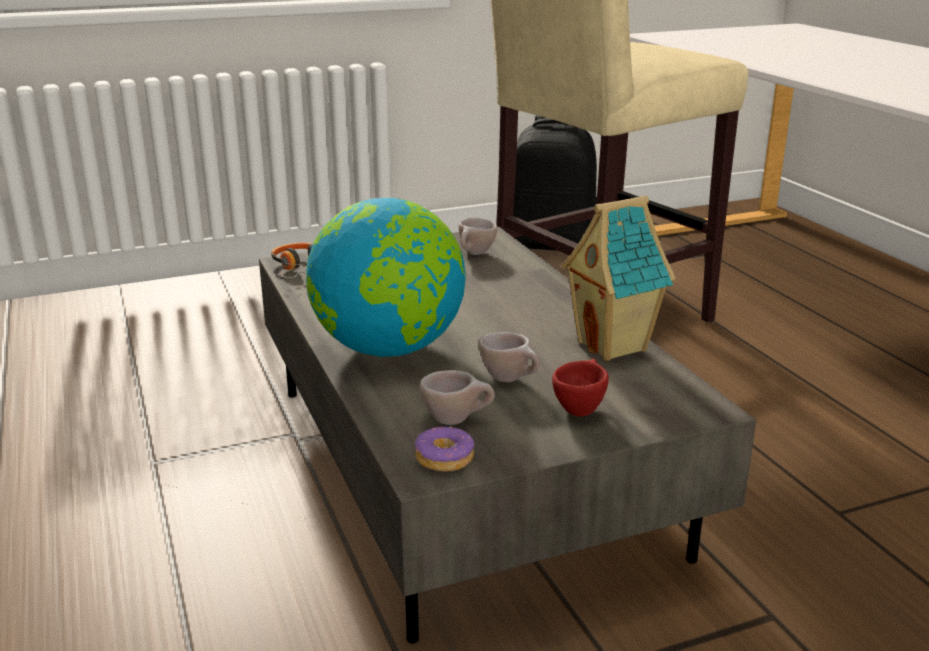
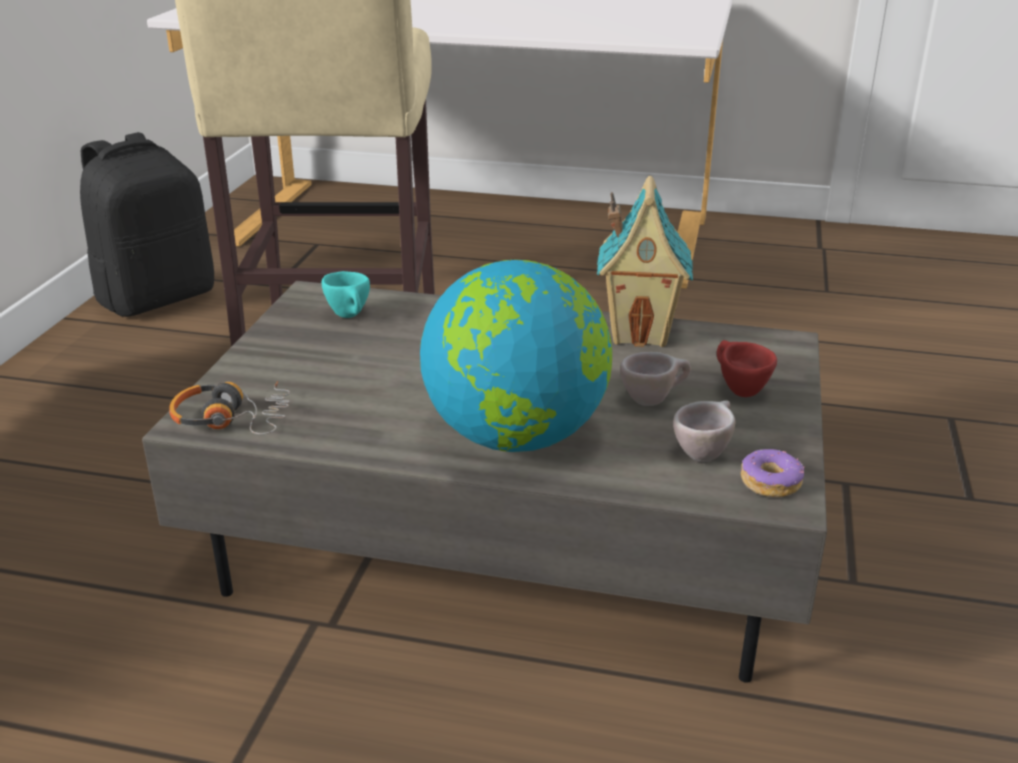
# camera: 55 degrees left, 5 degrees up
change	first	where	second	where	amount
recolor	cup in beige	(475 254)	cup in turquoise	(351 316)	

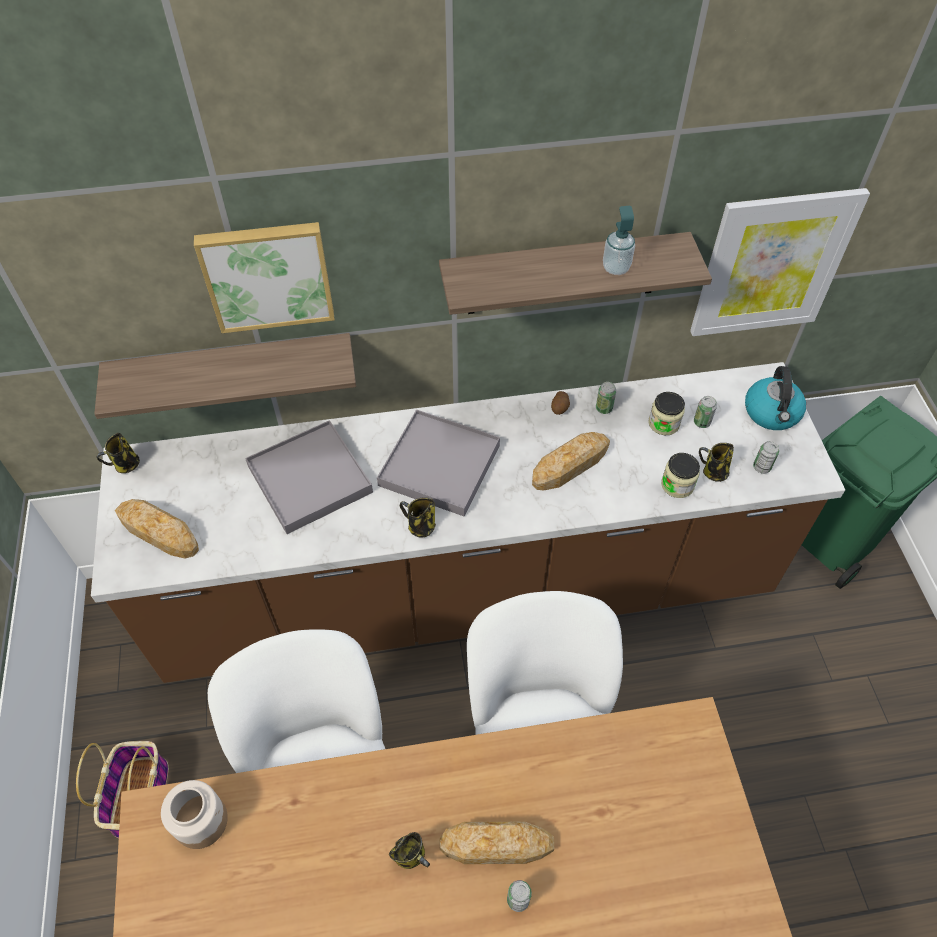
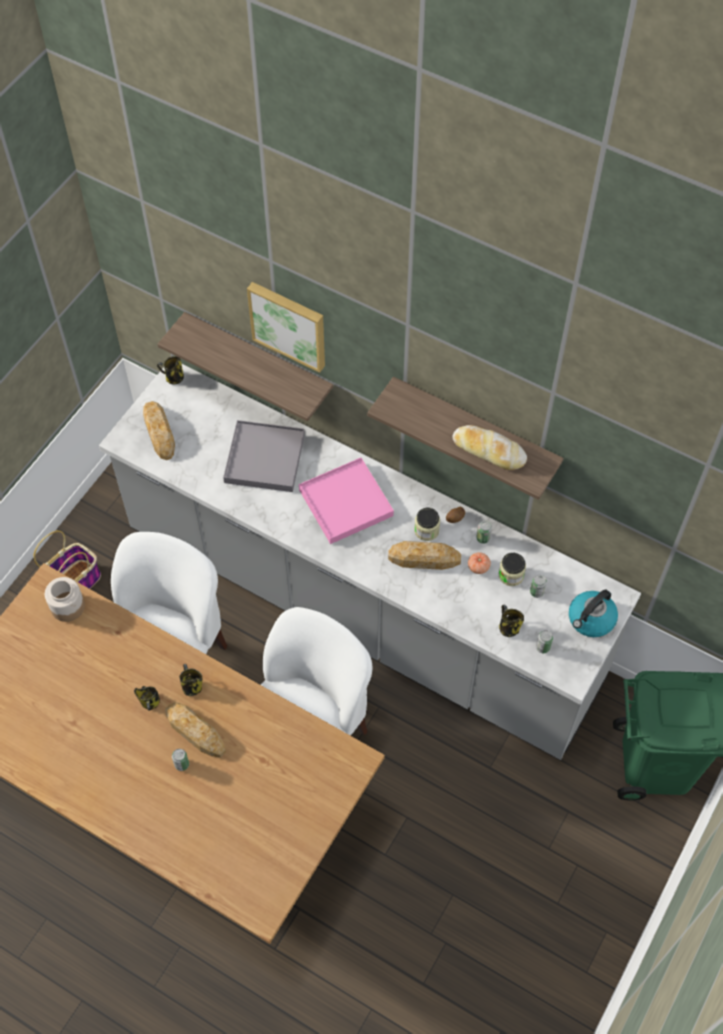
# camera: 40 degrees right, 5 degrees up
change	first	where	second	where	amount
delete	picture	(772 264)			
insert			tomato	(478 567)	
move	mug	(420 527)		(191 686)	
move	jar	(677 485)		(426 530)	
replace	soap dispenser	(616 268)	bread	(489 451)	
recolor	counter in brown	(468 592)	counter in grey	(361 608)	
recolor	tray in grey	(440 465)	tray in pink	(346 503)	

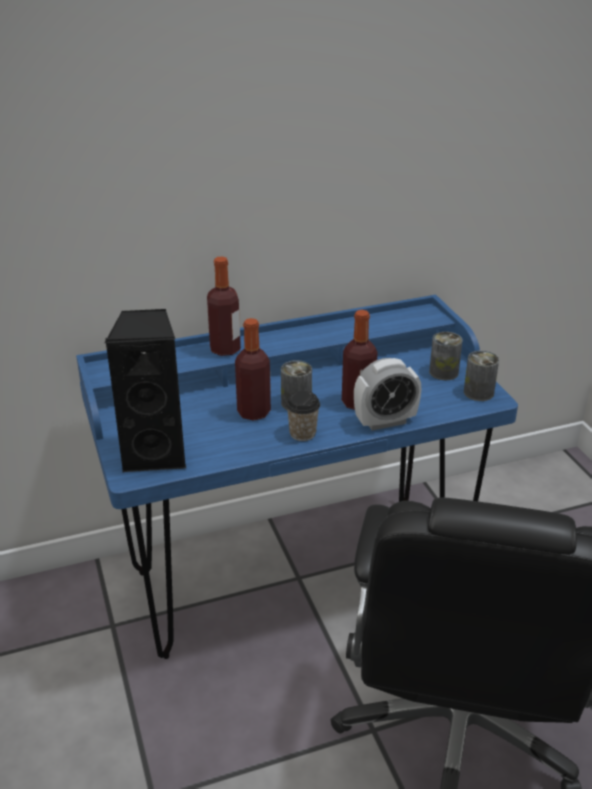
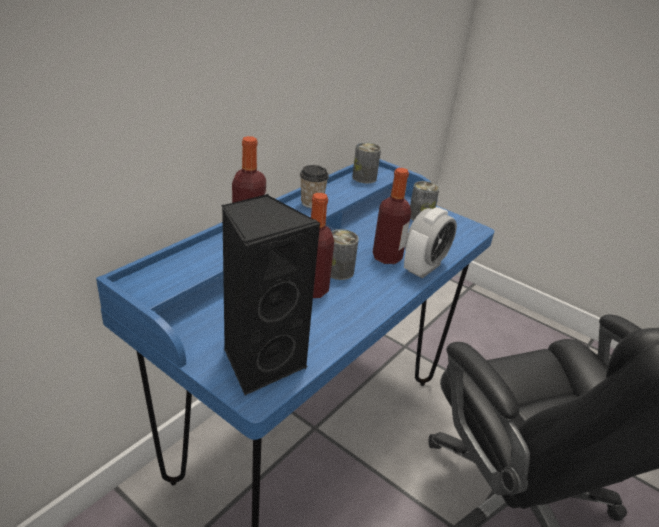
# camera: 35 degrees left, 0 degrees up
change	first	where	second	where	amount
move	cup	(302 433)		(312 203)	
move	can	(478 392)		(364 178)	

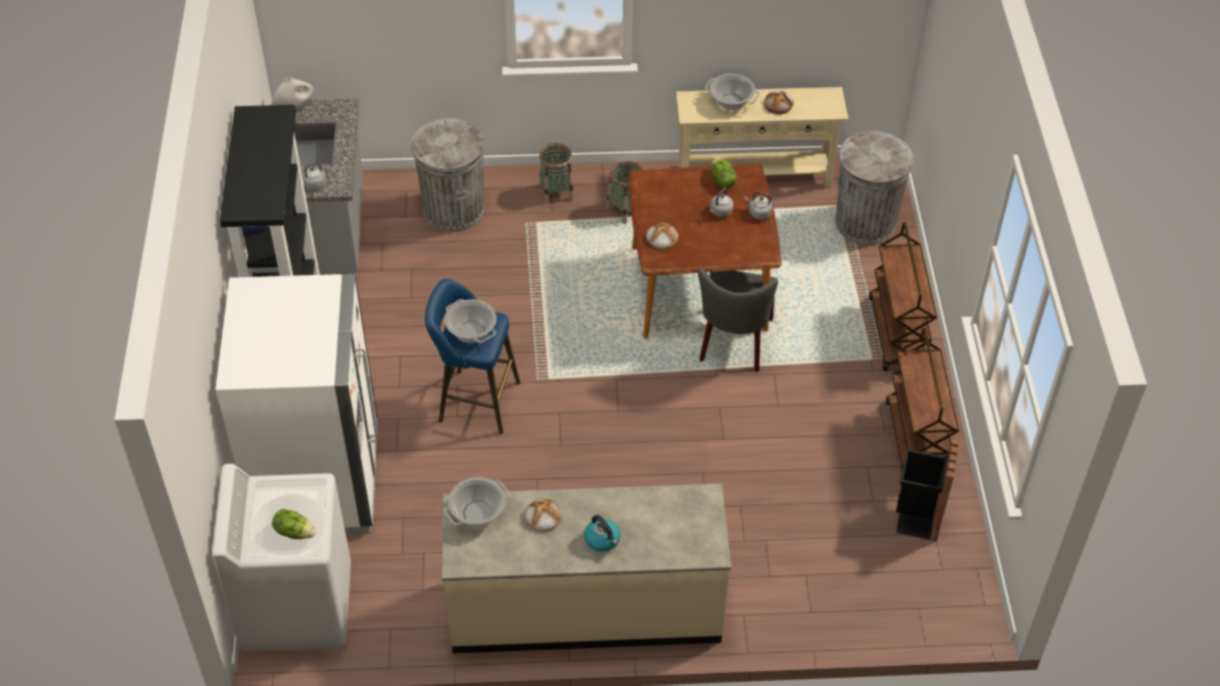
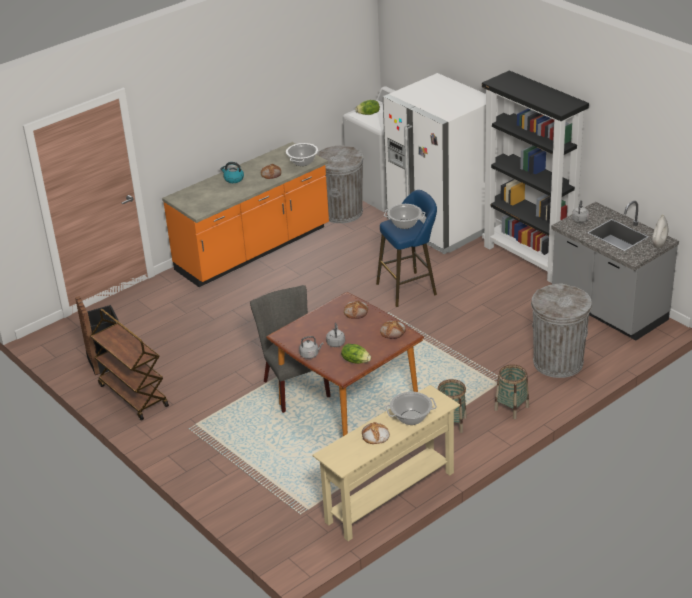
# camera: 145 degrees right, 15 degrees down
change	first	where	second	where	amount
delete	cart in brown	(897 334)			
insert			bread	(393 331)	
move	trash can in grey	(865 223)		(342 212)	
recolor	counter in beige	(585 607)	counter in orange	(254 250)	

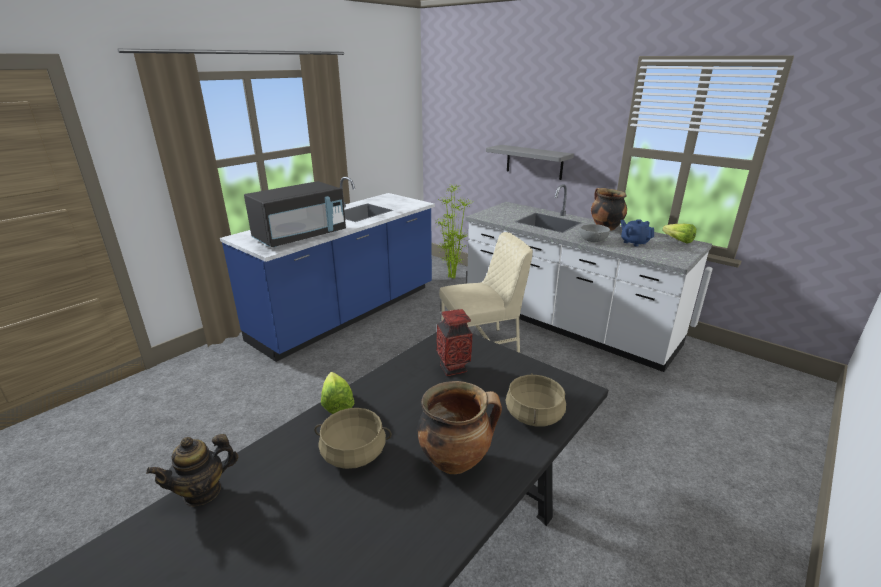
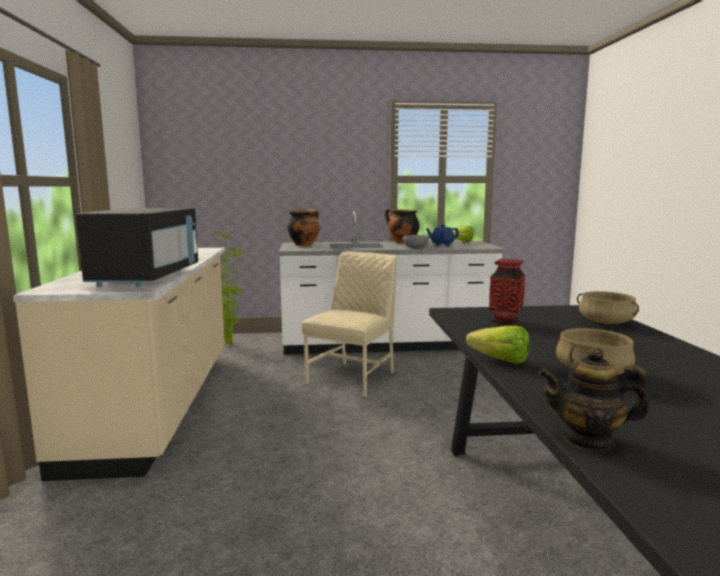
# camera: 45 degrees left, 15 degrees down
change	first	where	second	where	amount
delete	shelf in grey	(534 162)			
move	cooking pot	(456 460)		(304 245)	
recolor	counter in blue	(347 313)	counter in beige	(160 403)	
rotate	teapot	(202 491)		(588 439)	90 degrees clockwise

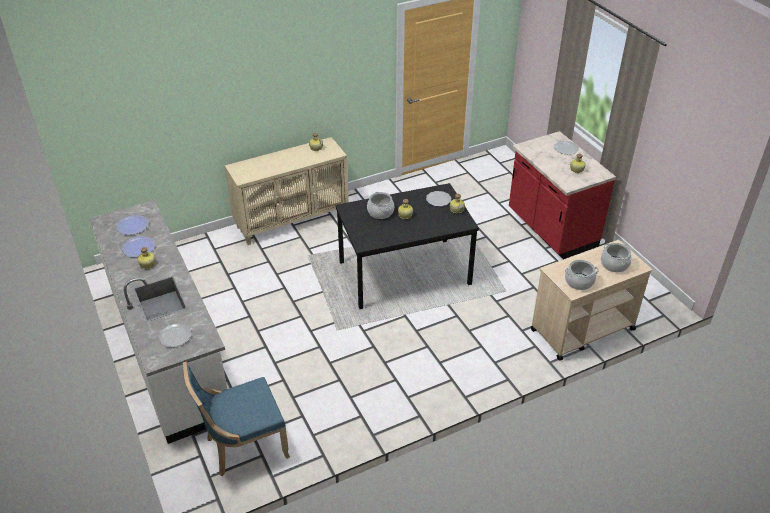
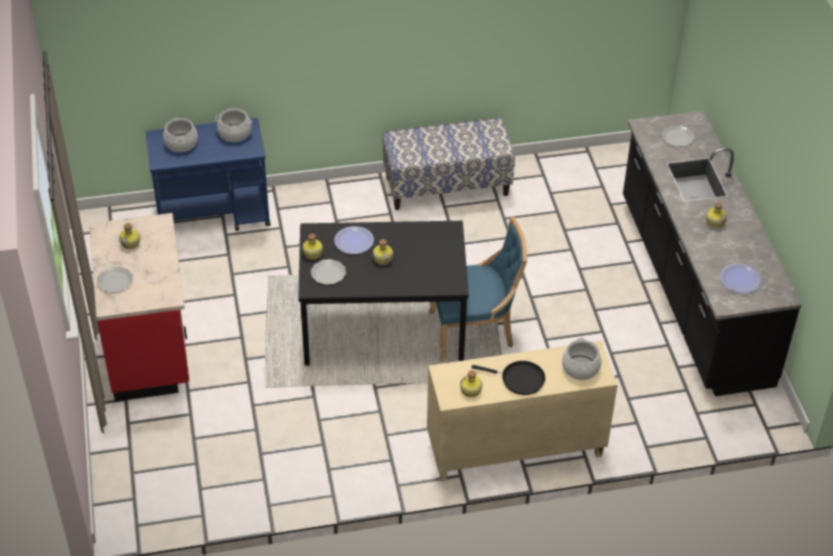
# camera: 165 degrees left, 5 degrees up
change	first	where	second	where	amount
insert			bench	(447 185)	
insert			frying pan in black	(519 379)	
move	plate	(138 247)		(354 241)	
move	chair in blue	(243 446)		(474 331)	
move	cooking pot	(380 212)		(581 368)	
recolor	counter in white	(169 348)	counter in black	(692 290)	
recolor	cart in beige	(581 329)	cart in blue	(214 214)	

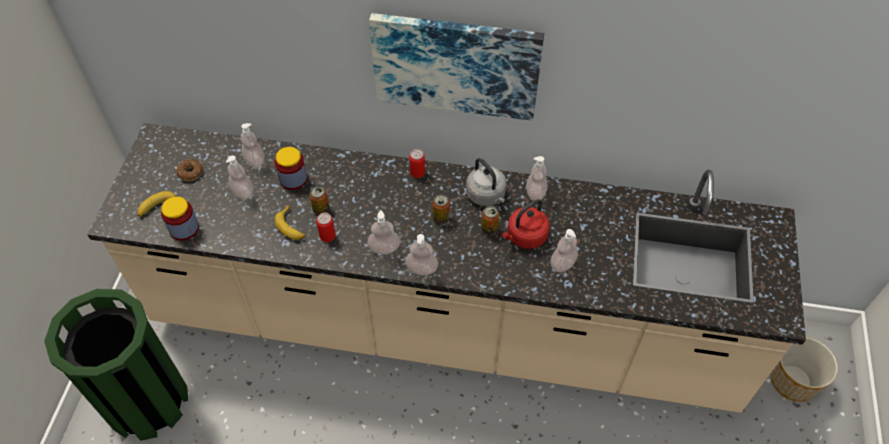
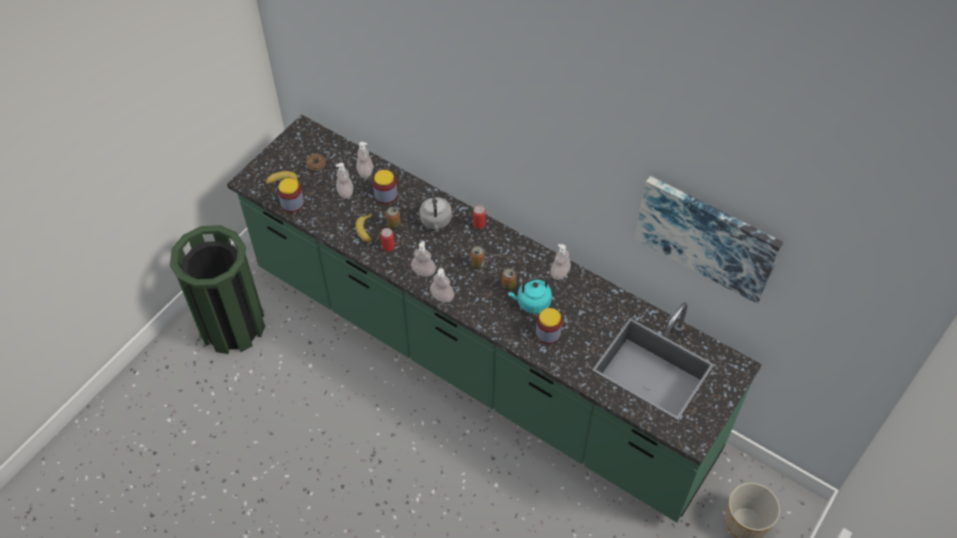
# camera: 25 degrees right, 0 degrees up
change	first	where	second	where	amount
move	picture	(456 64)		(707 237)	
move	kettle in grey	(487 196)		(436 221)	
replace	soap dispenser	(562 264)	jar	(548 333)	
recolor	counter in beige	(444 327)	counter in green	(478 360)	
recolor	kettle in red	(525 237)	kettle in turquoise	(531 303)	

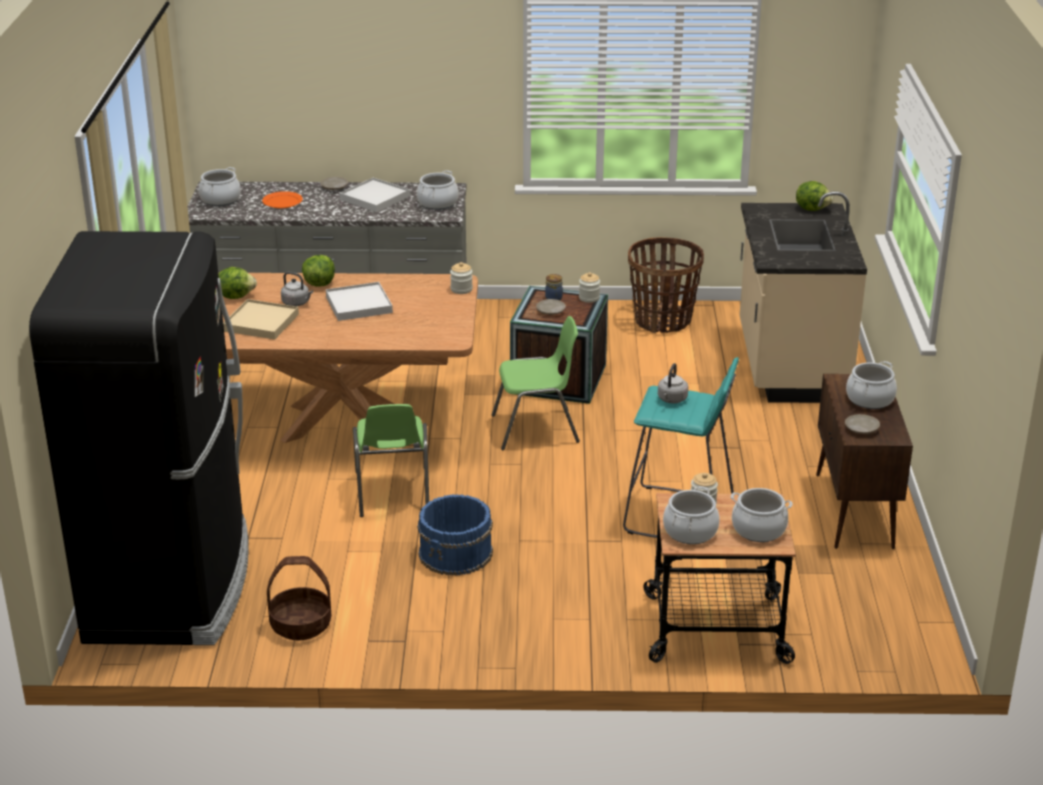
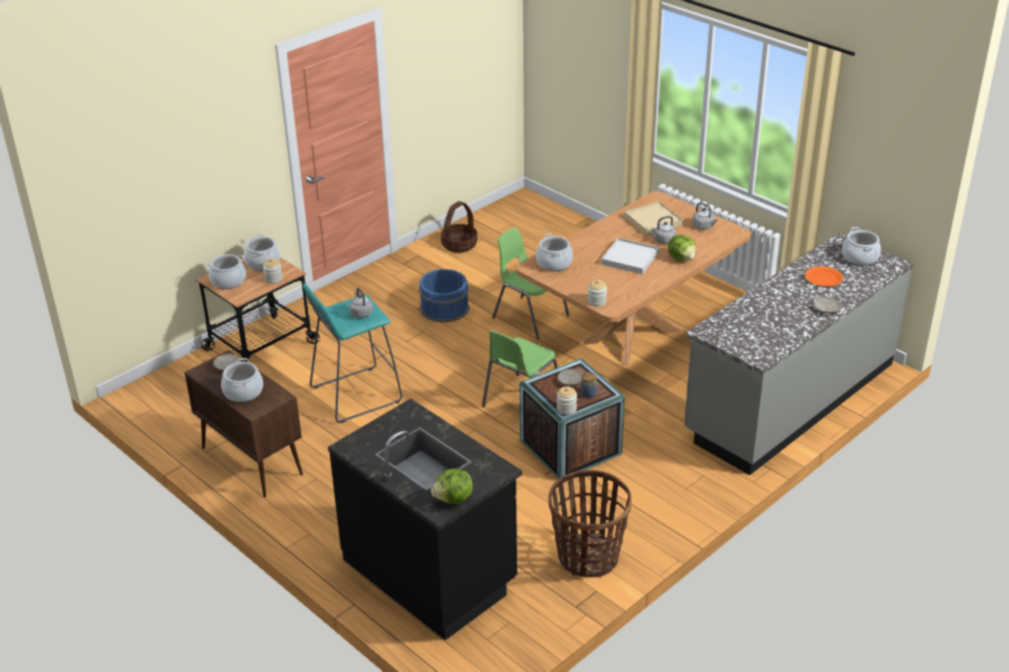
# camera: 135 degrees right, 5 degrees up
change	first	where	second	where	amount
delete	fridge in black	(172 584)			
delete	tray in white	(374 198)			
move	cooking pot	(437 203)		(554 263)	
replace	lettuce	(236 296)	kettle in grey	(703 227)	
recolor	counter in beige	(789 365)	counter in black	(431 572)	

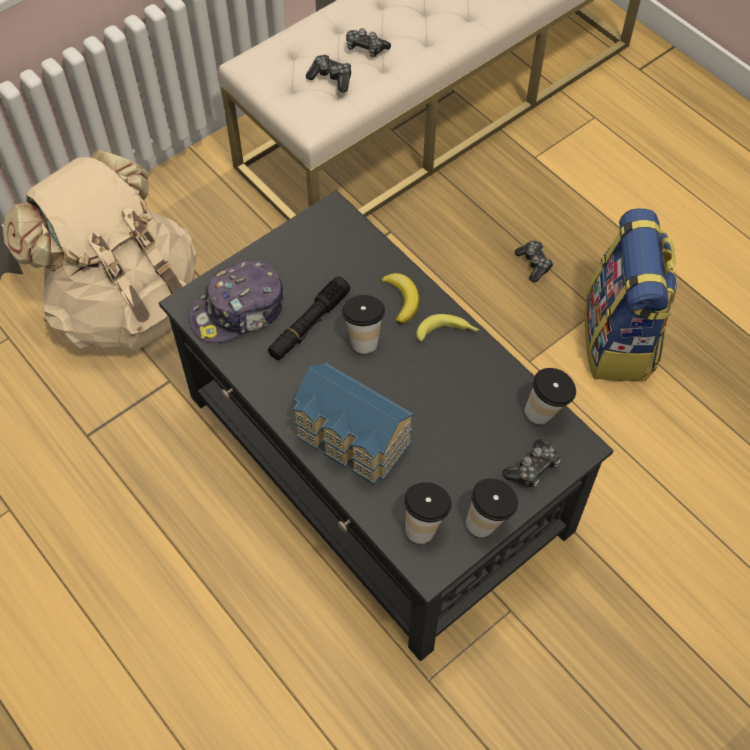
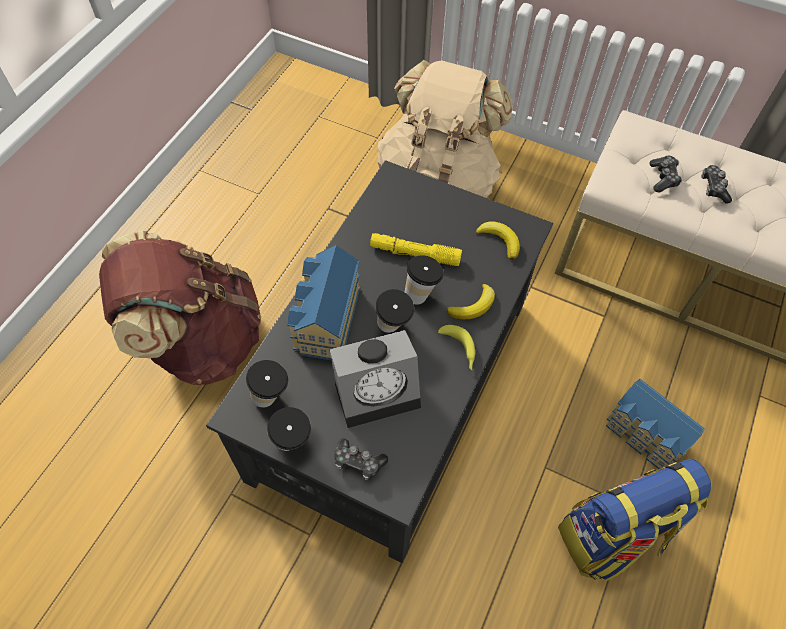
# camera: 65 degrees right, 0 degrees up
change	first	where	second	where	amount
delete	cap	(239 311)			
insert			backpack in brown	(199 340)	
insert			alarm clock	(379 391)	
insert			banana	(500 241)	
move	cup	(546 412)		(393 328)	
replace	game controller	(534 264)	toy house	(645 435)	
recolor	flashlight in black	(309 324)	flashlight in yellow	(414 254)	

